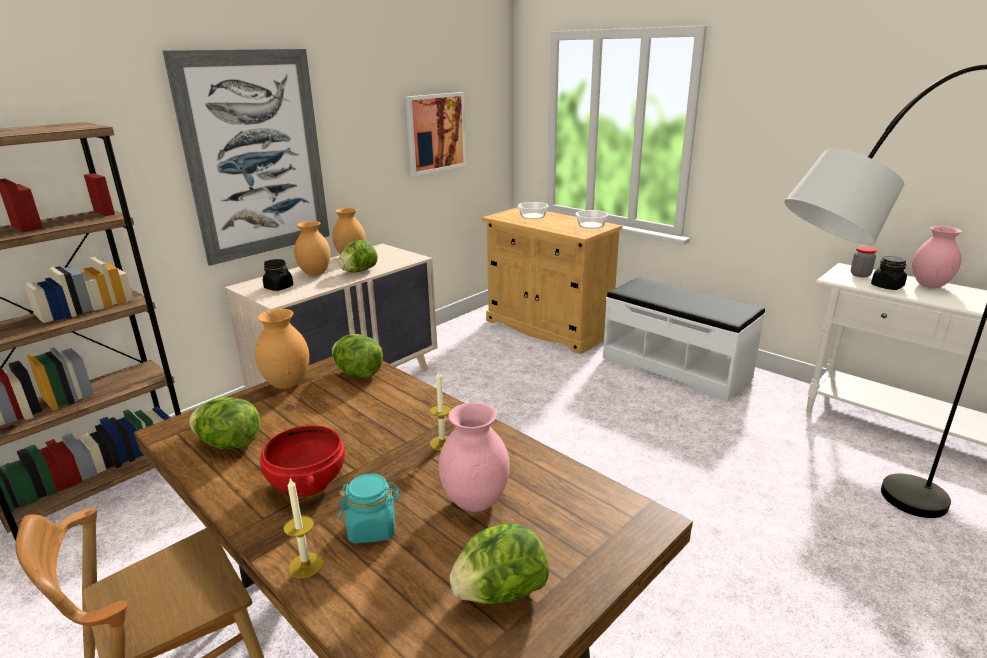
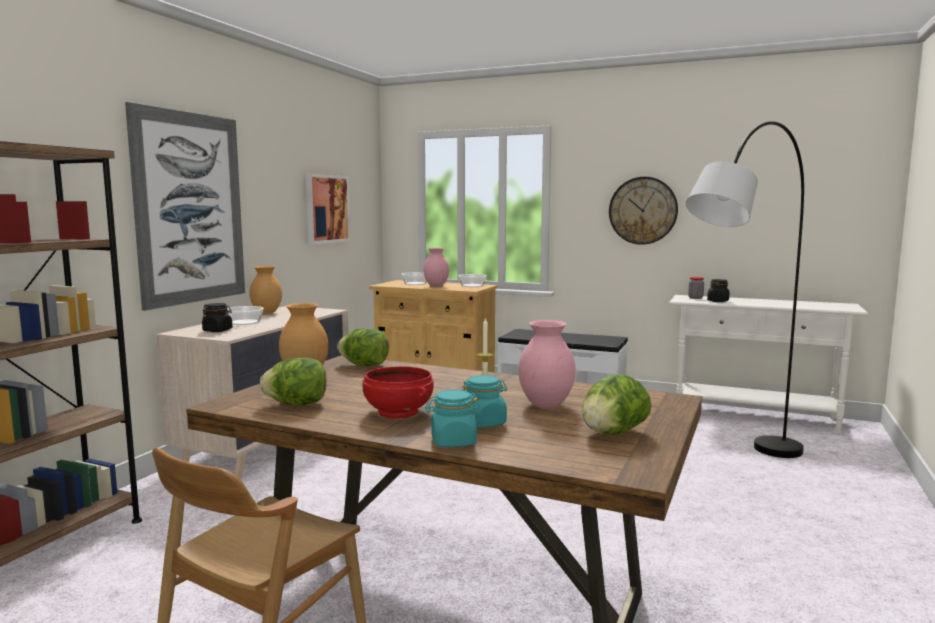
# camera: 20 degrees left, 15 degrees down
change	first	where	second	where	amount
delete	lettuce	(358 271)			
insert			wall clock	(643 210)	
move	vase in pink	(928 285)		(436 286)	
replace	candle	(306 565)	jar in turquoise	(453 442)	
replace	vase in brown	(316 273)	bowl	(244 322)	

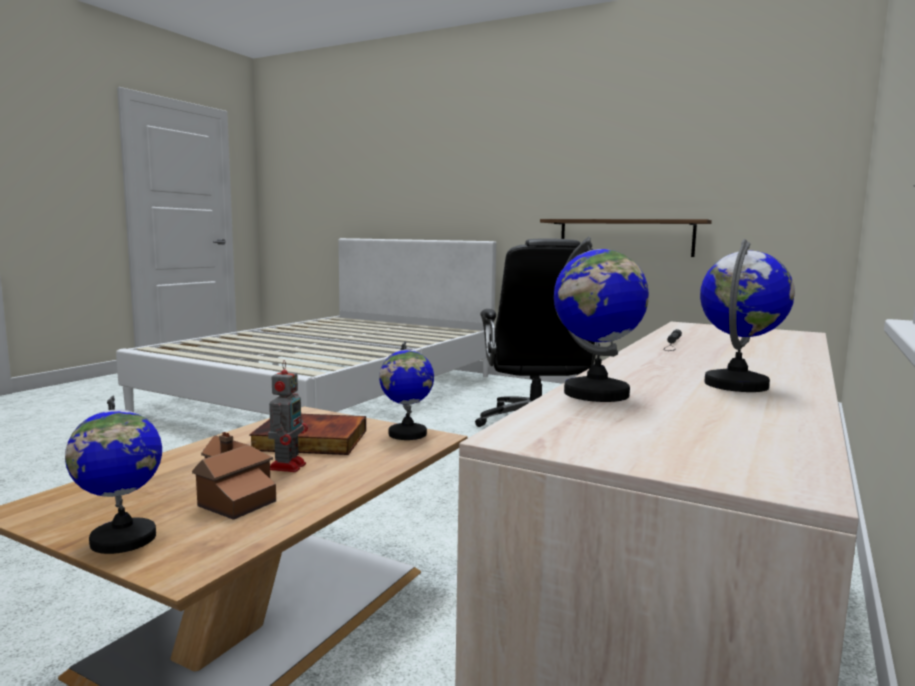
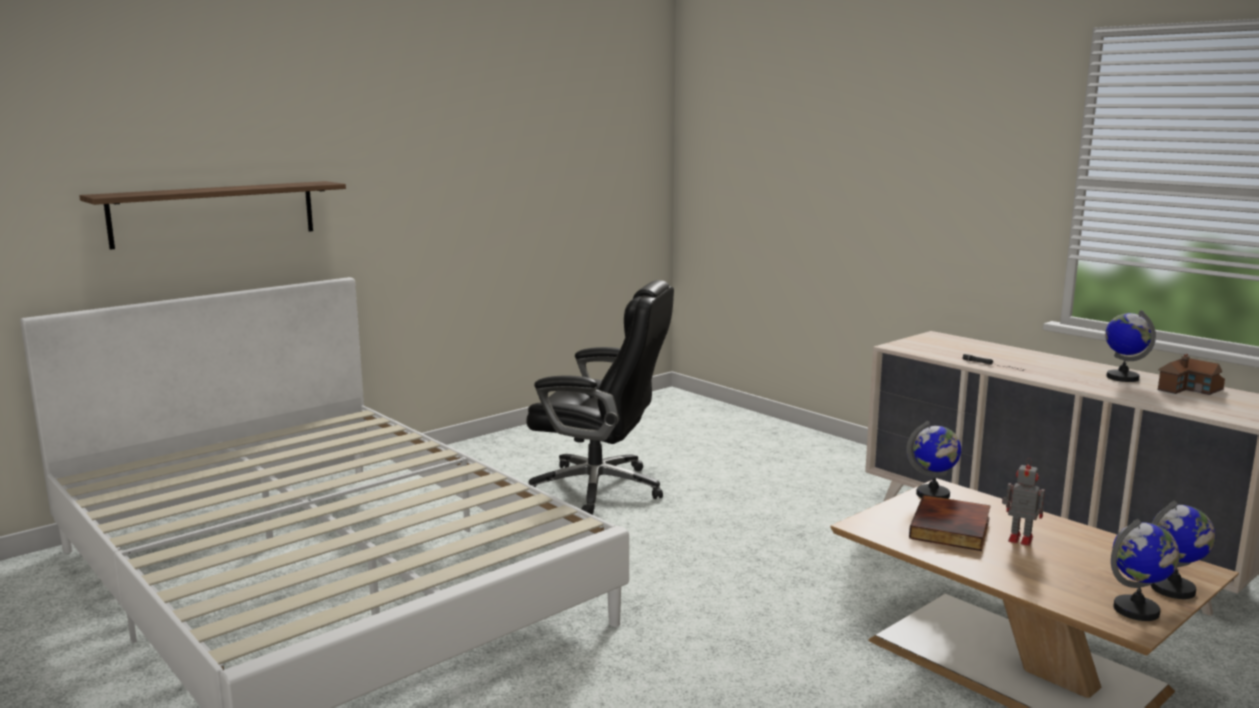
# camera: 70 degrees left, 5 degrees up
change	first	where	second	where	amount
move	toy house	(232 496)		(1189 389)	
move	shelf	(625 237)		(214 213)	
move	globe	(596 394)		(1137 610)	

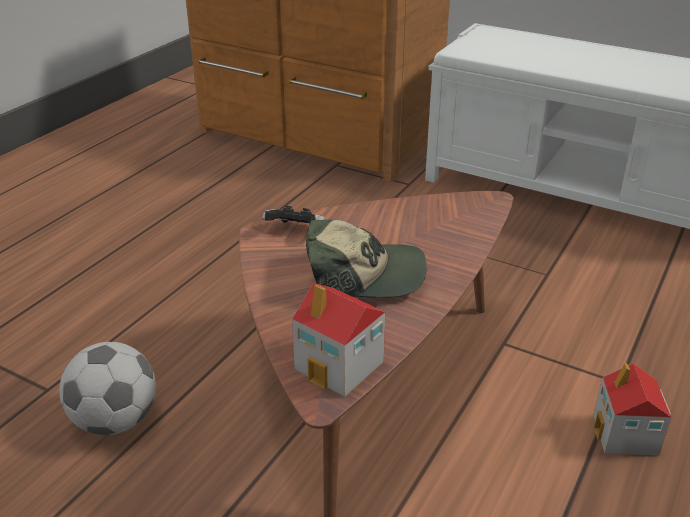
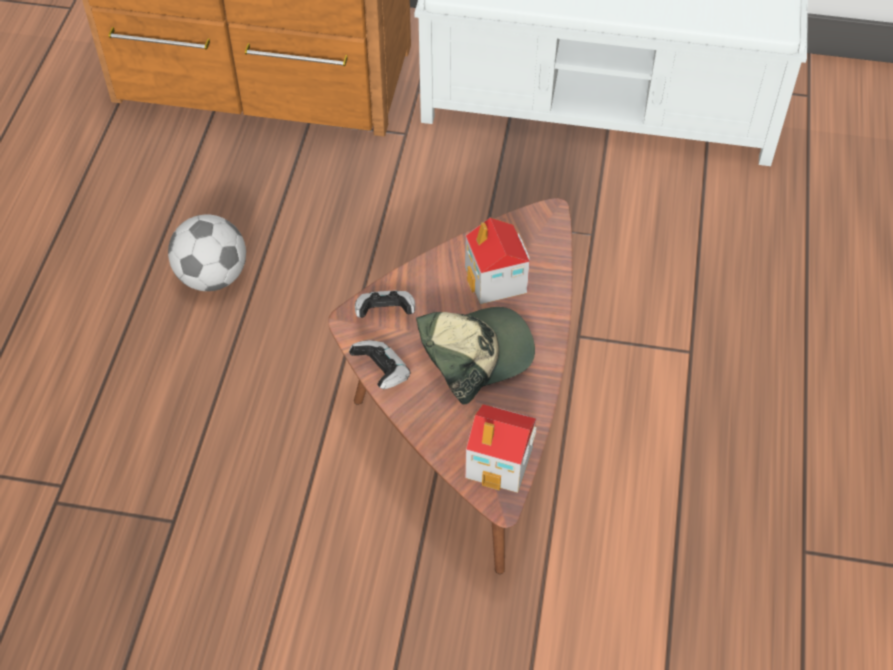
# camera: 20 degrees left, 20 degrees up
change	first	where	second	where	amount
insert			game controller	(382 372)	
move	football	(115 420)		(212 276)	
move	toy house	(625 435)		(496 281)	

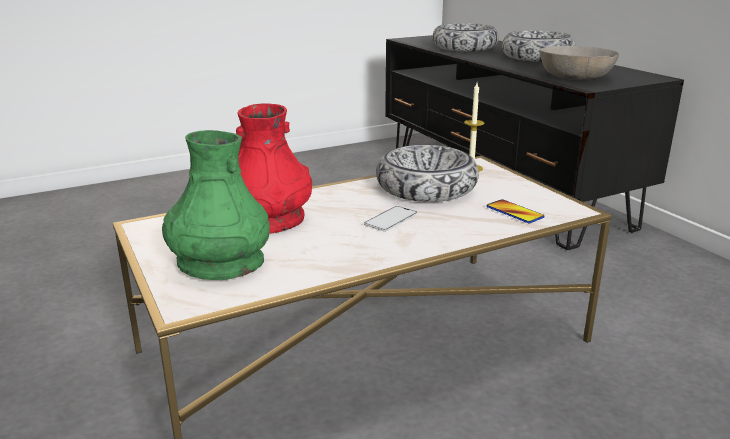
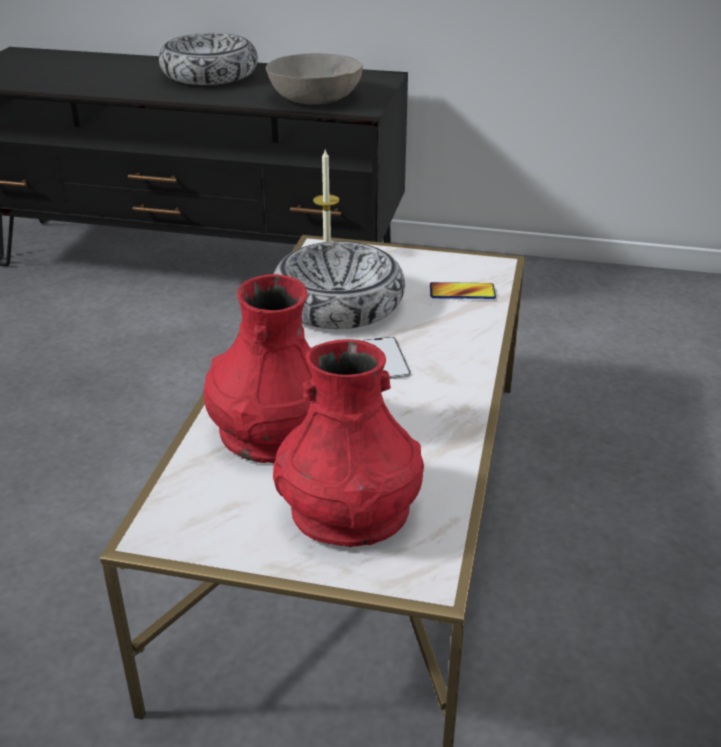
# camera: 50 degrees left, 10 degrees up
change	first	where	second	where	amount
delete	bowl	(464 48)			
recolor	vase in green	(220 263)	vase in red	(350 511)	

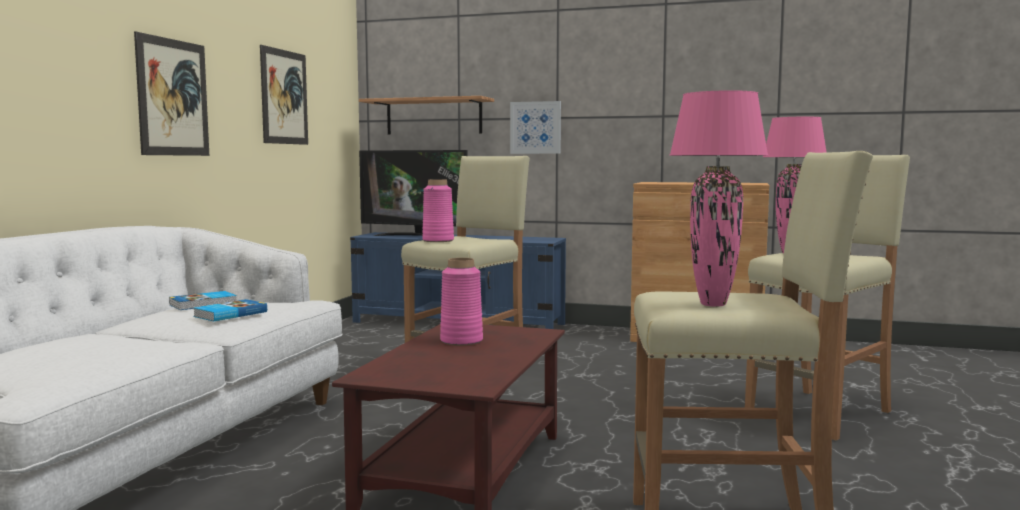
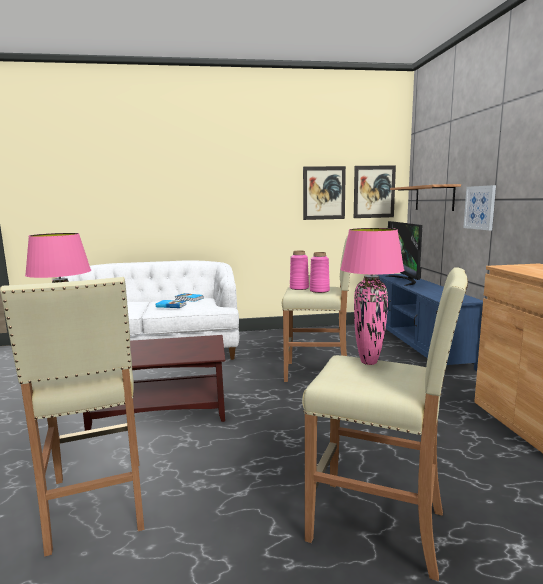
# camera: 65 degrees right, 5 degrees up
change	first	where	second	where	amount
move	picture	(173 97)		(374 192)	
move	vase in pink	(461 341)		(319 291)	

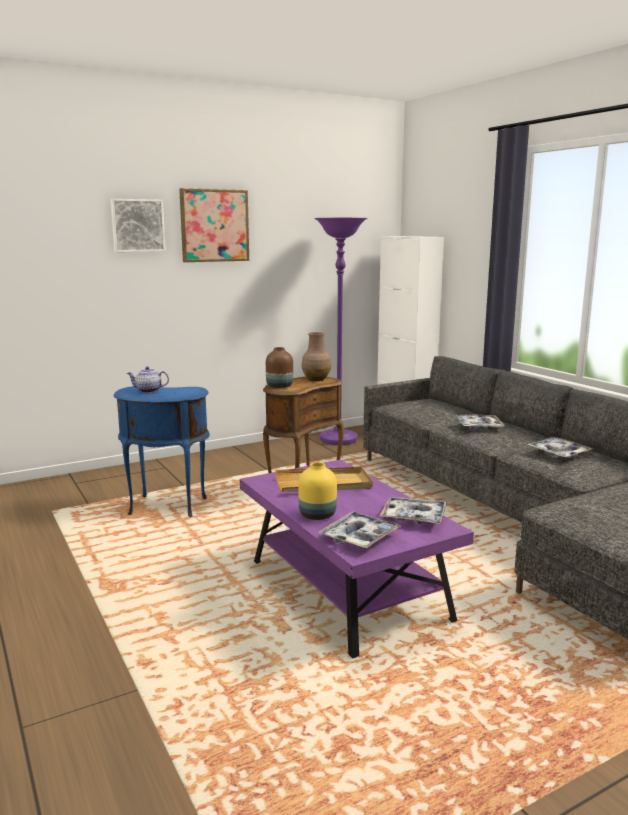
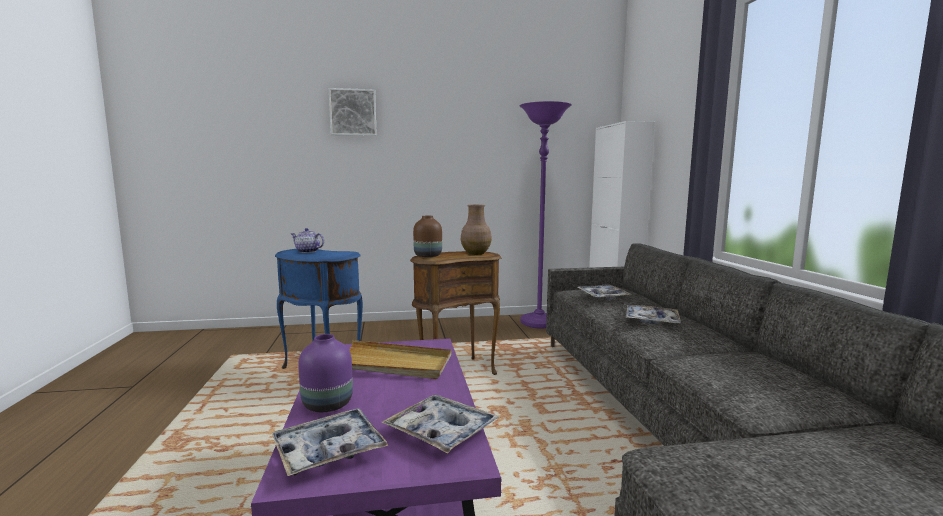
# camera: 20 degrees right, 5 degrees down
change	first	where	second	where	amount
delete	picture	(214 225)			
move	tray	(559 453)		(603 296)	
recolor	vase in yellow	(318 515)	vase in purple	(327 405)	

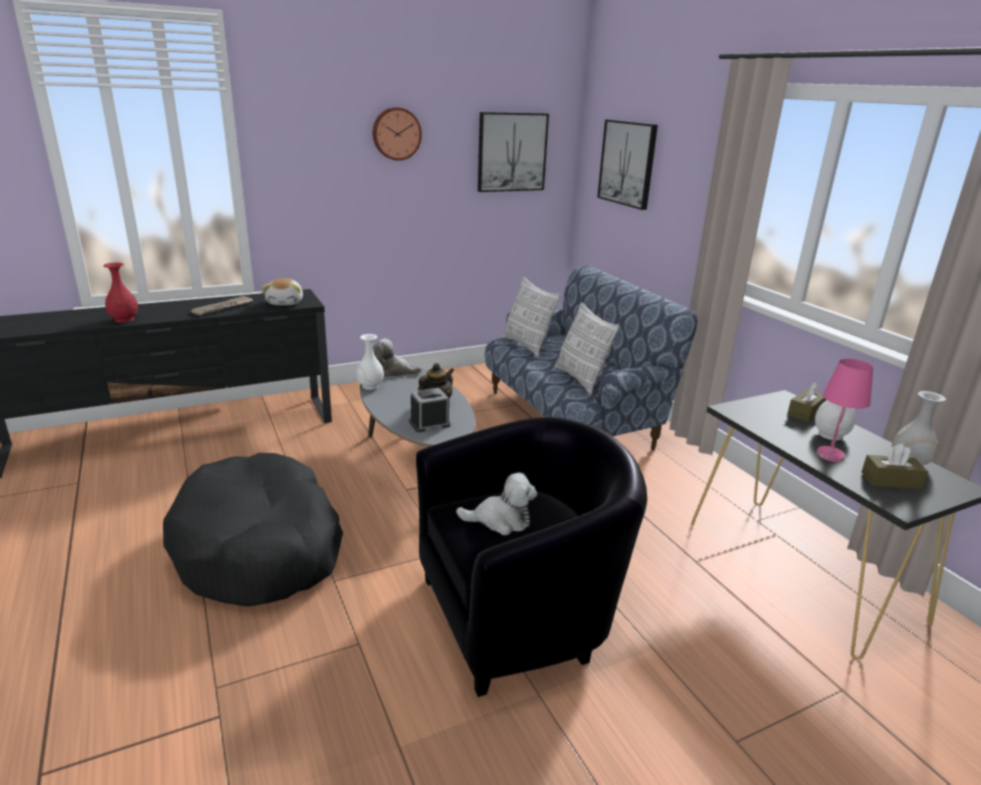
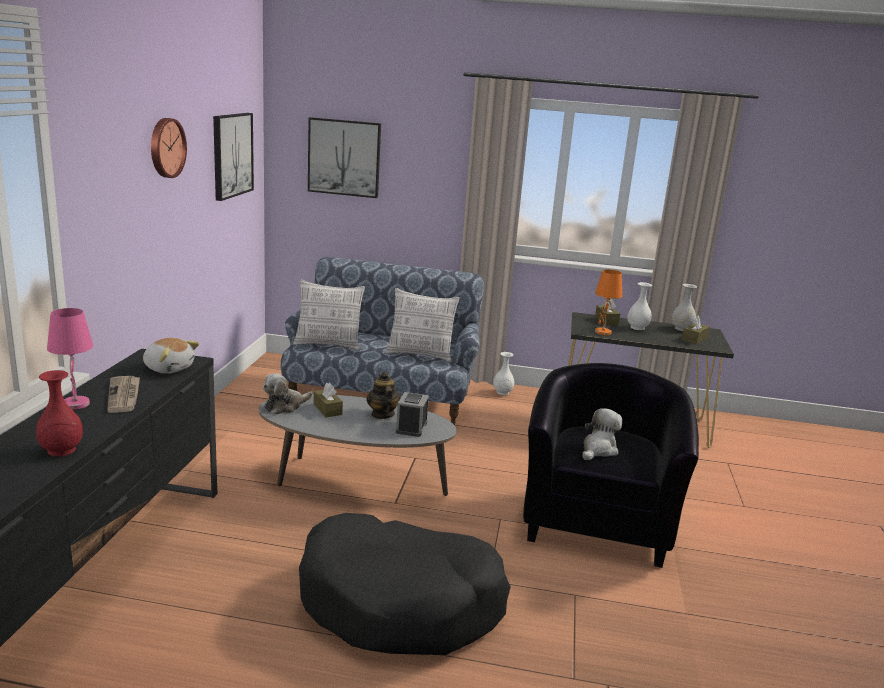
# camera: 55 degrees left, 5 degrees down
change	first	where	second	where	amount
insert			tissue box in brown	(327 409)	
insert			table lamp in orange	(603 332)	
move	vase in white	(370 386)		(502 392)	
move	table lamp in pink	(830 455)		(76 404)	

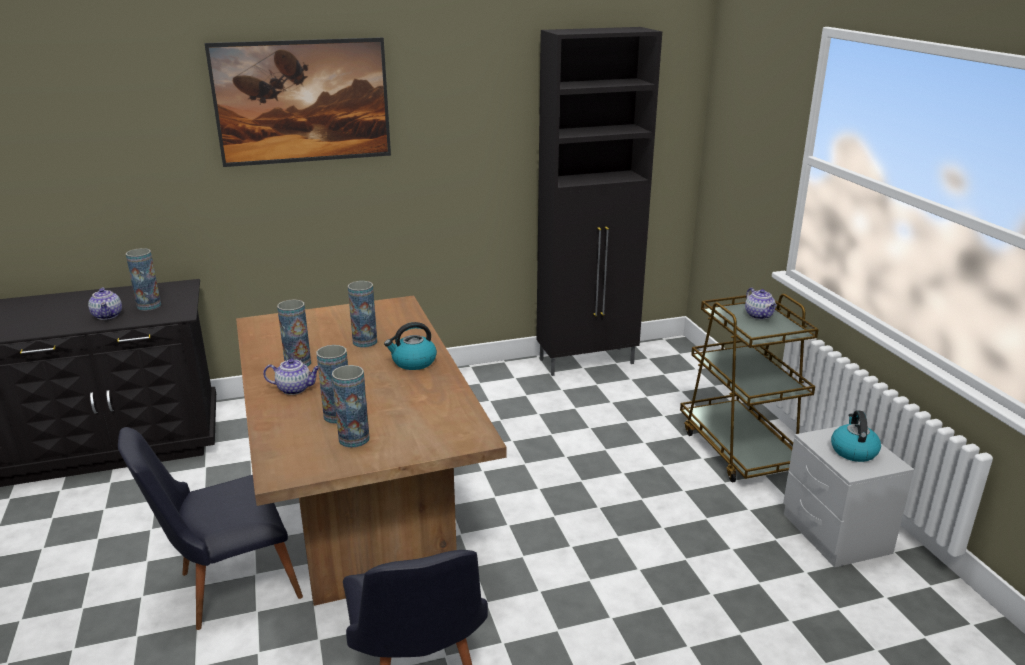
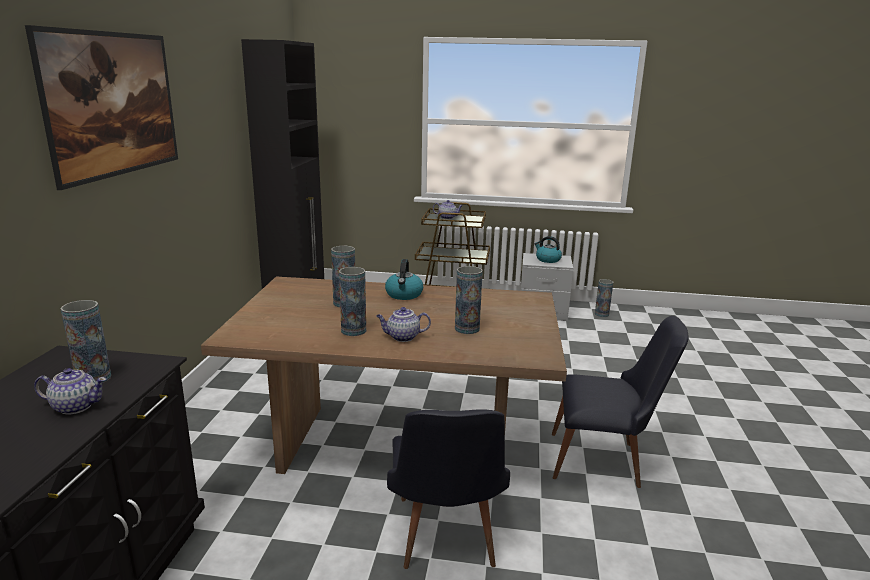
# camera: 65 degrees left, 5 degrees down
change	first	where	second	where	amount
move	vase	(354 439)		(601 314)	
rotate	teapot	(295 389)		(402 337)	120 degrees counterclockwise

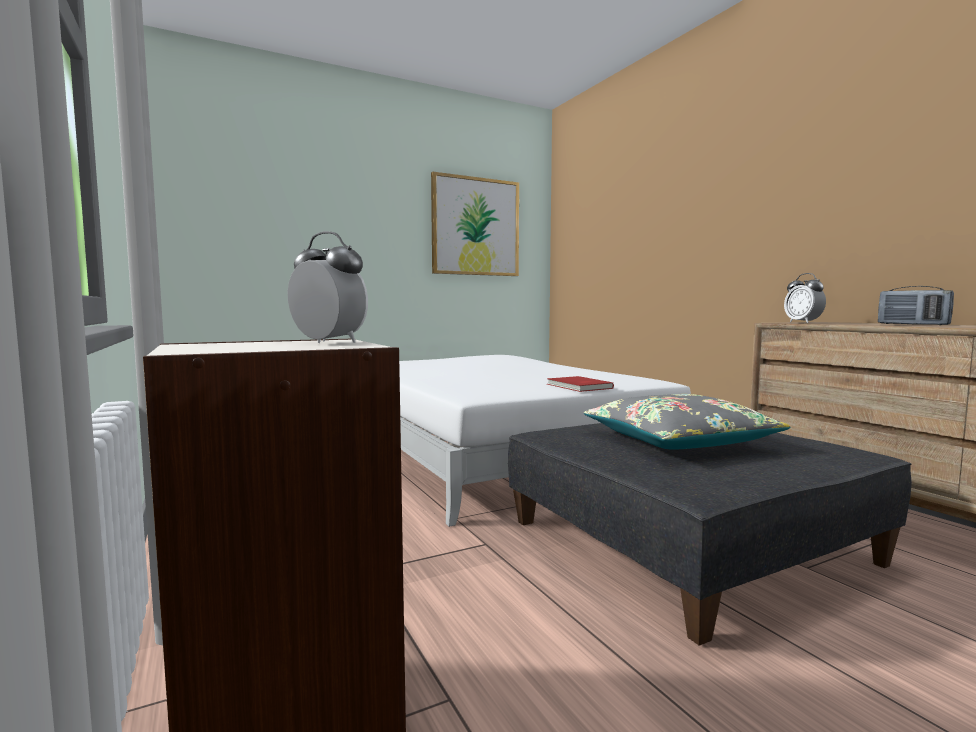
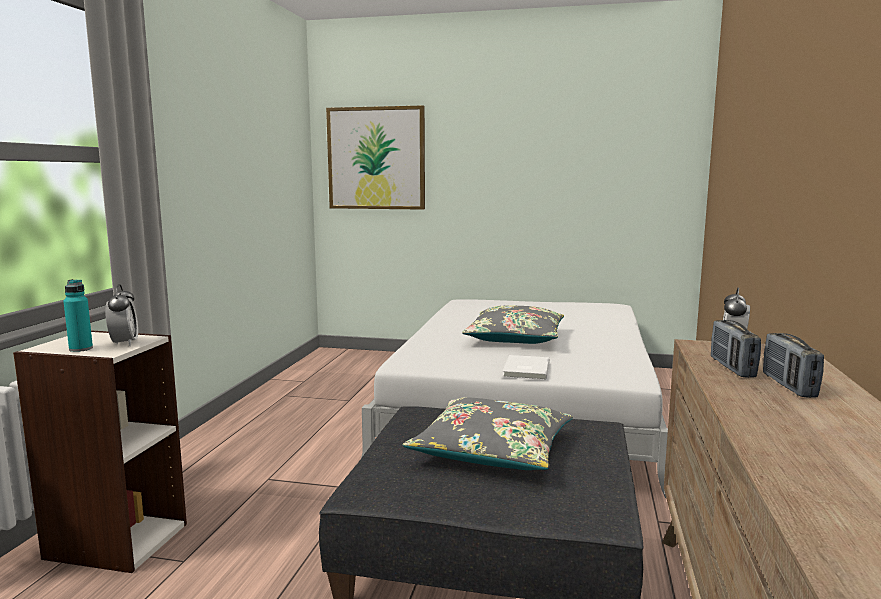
# camera: 40 degrees right, 5 degrees up
change	first	where	second	where	amount
insert			bottle in turquoise	(81 349)	
insert			pillow in grey	(515 338)	
insert			radio	(732 368)	
move	picture	(475 227)		(376 158)	
recolor	book in red	(578 386)	book in white	(525 370)	

